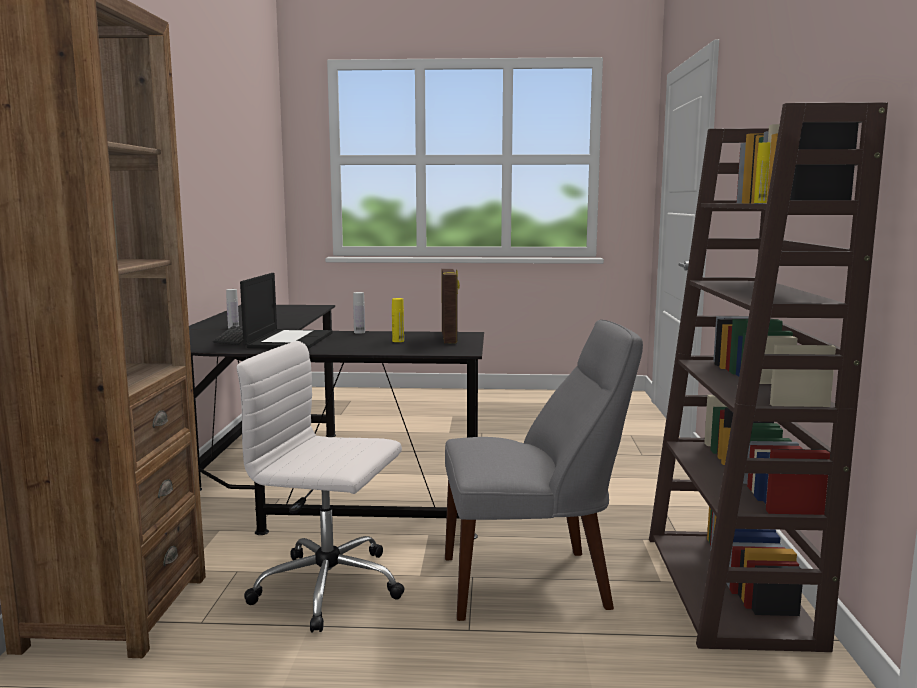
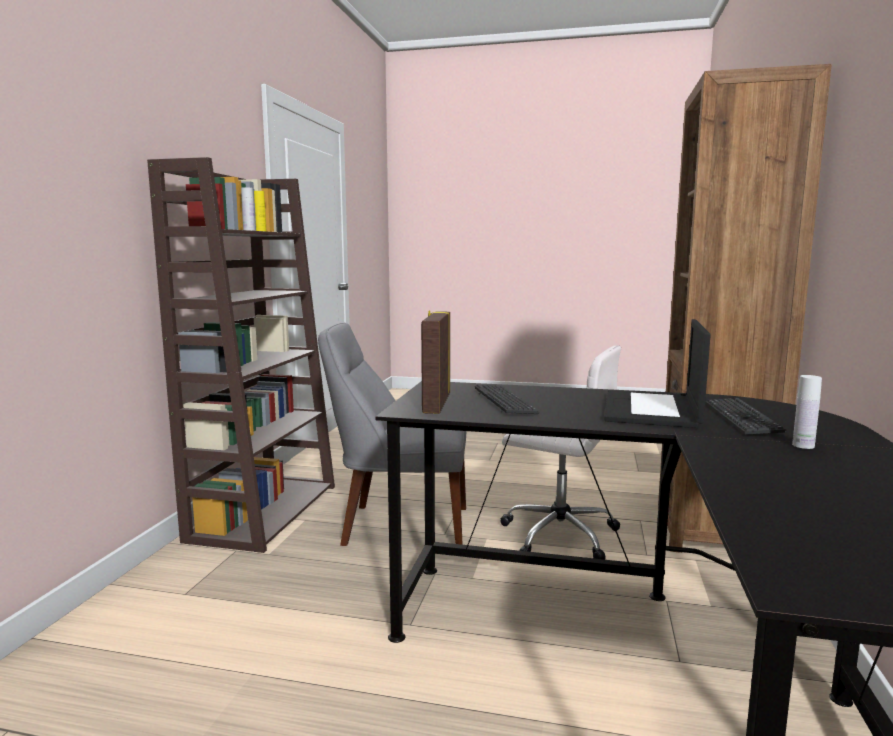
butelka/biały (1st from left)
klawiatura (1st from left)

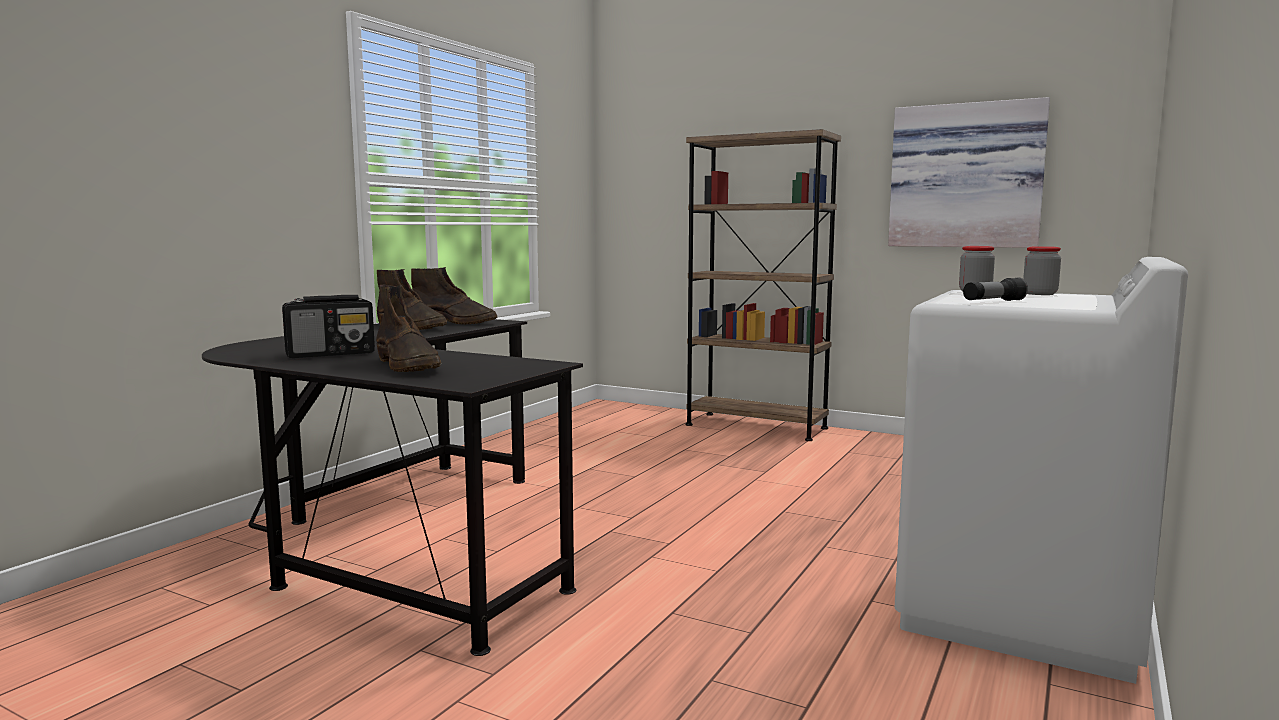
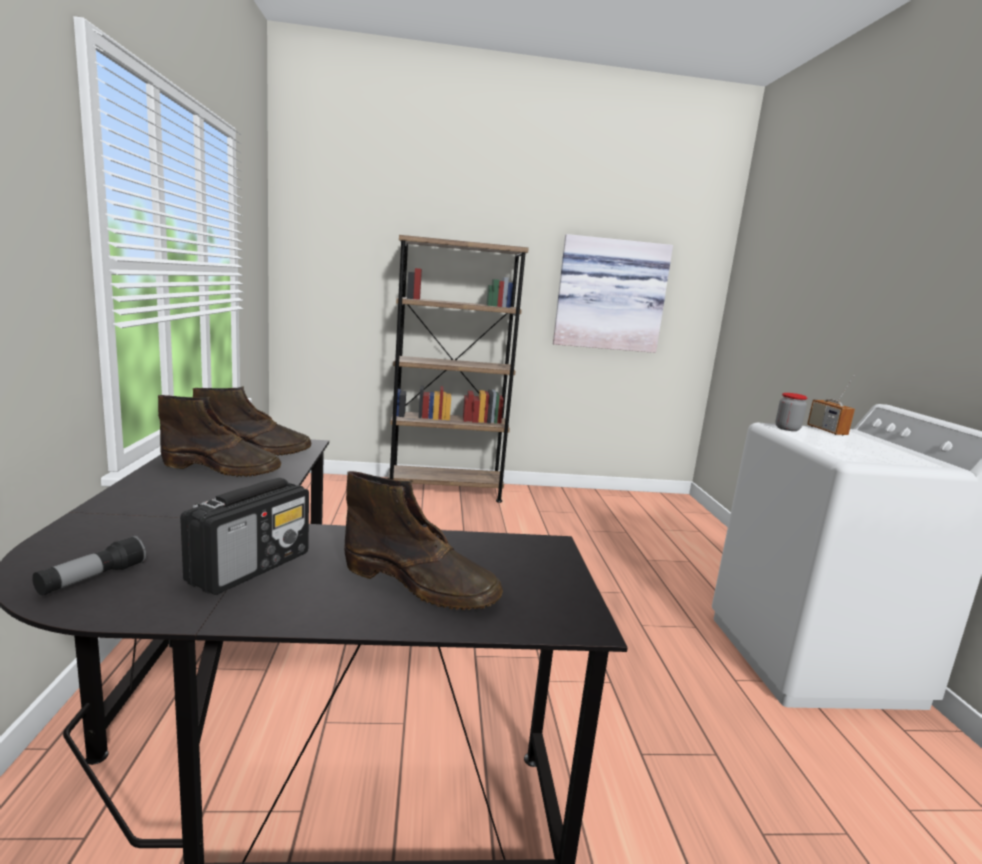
latarka
radio (2nd from left)

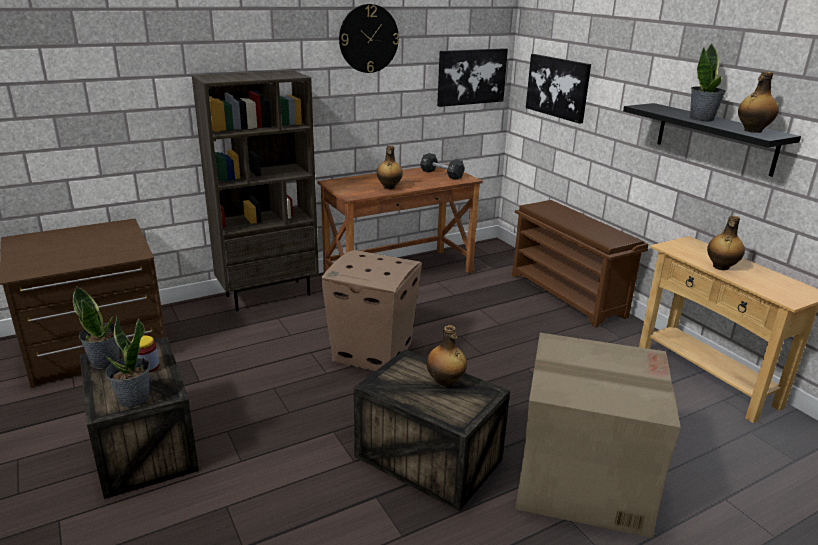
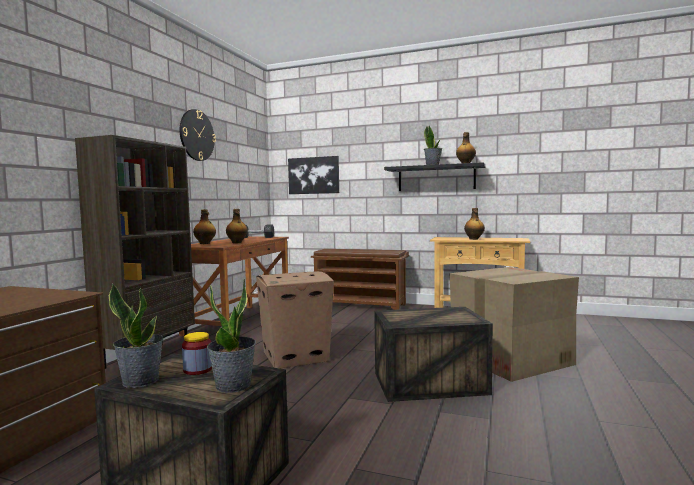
obraz (1st from left in the first image)
butelka (1st from left)

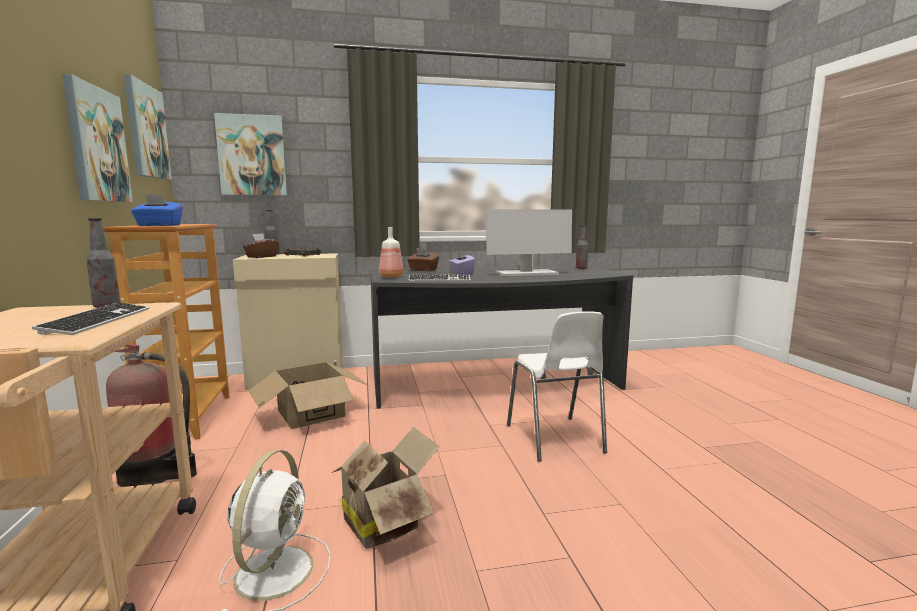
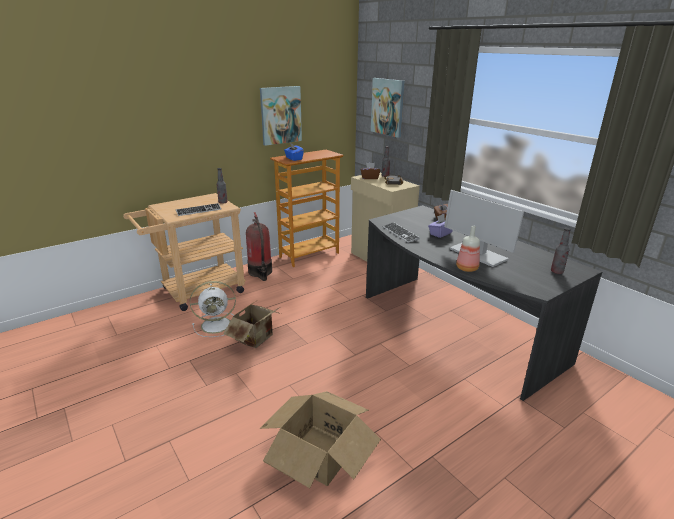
obraz (2nd from left in the first image)
krzesło/biały
karton (2nd from left)
butelka (3rd from left)

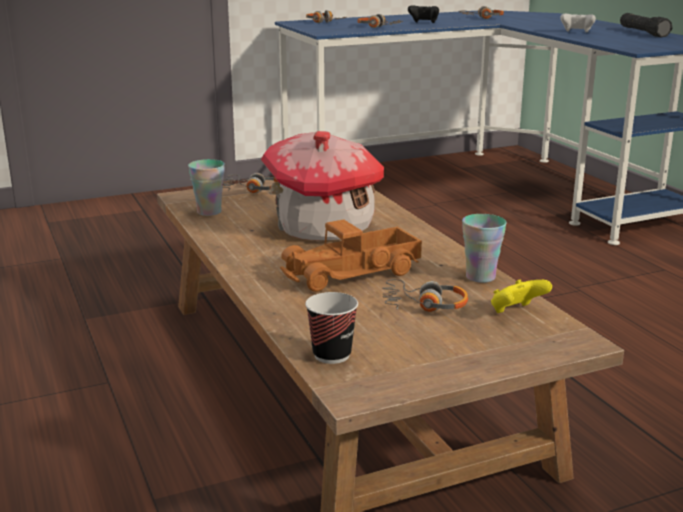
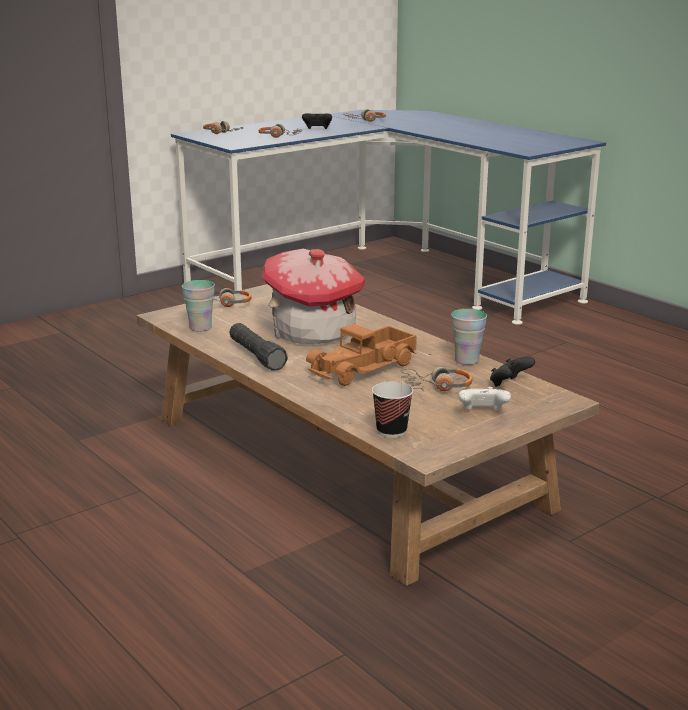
pad do gier/biały
latarka/czarny
pad do gier/czarny (2nd from left)

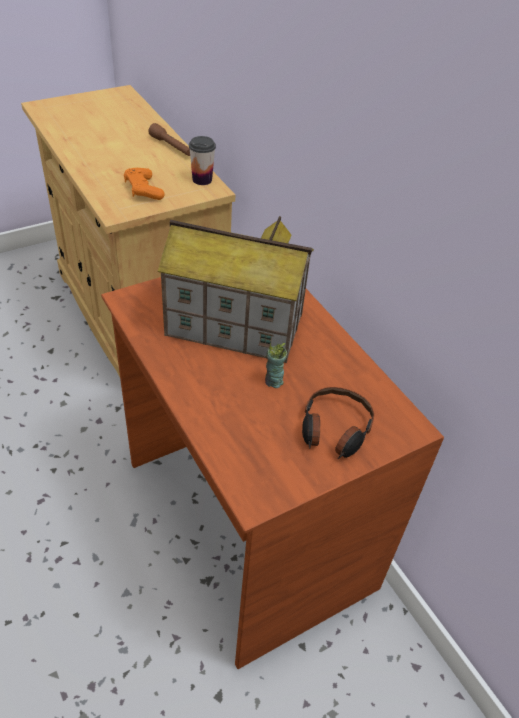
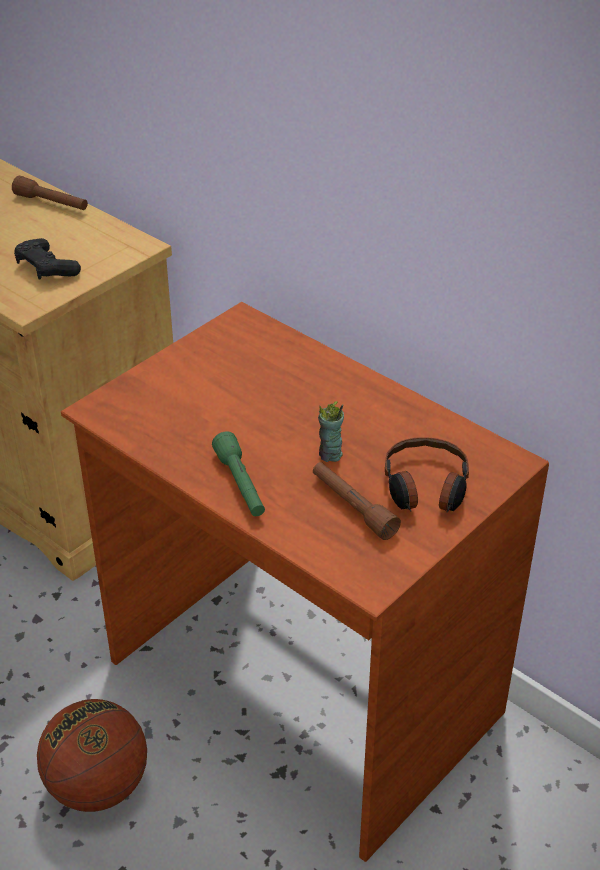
domek
filiżanka (1st from left in the first image)
piłka do koszykówki
latarka/zielony
latarka/brązowy (2nd from left)
pad do gier/czarny

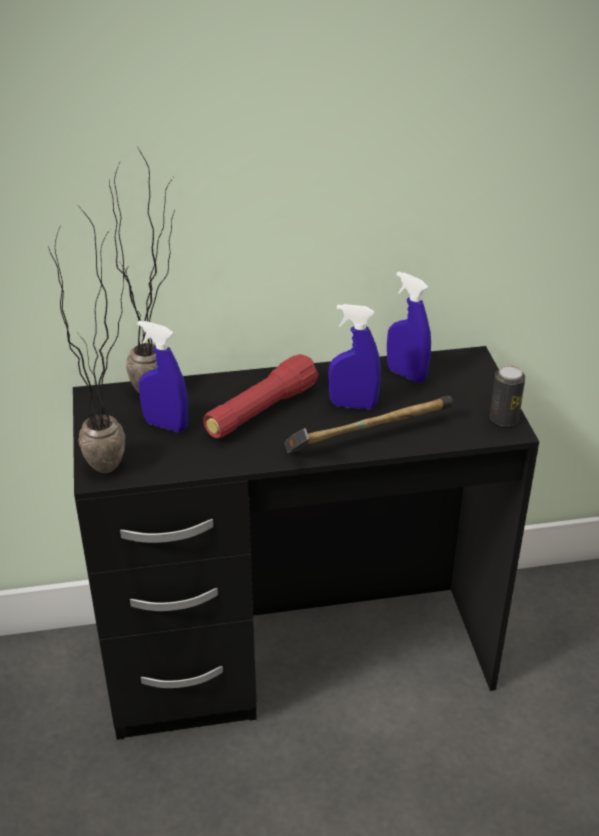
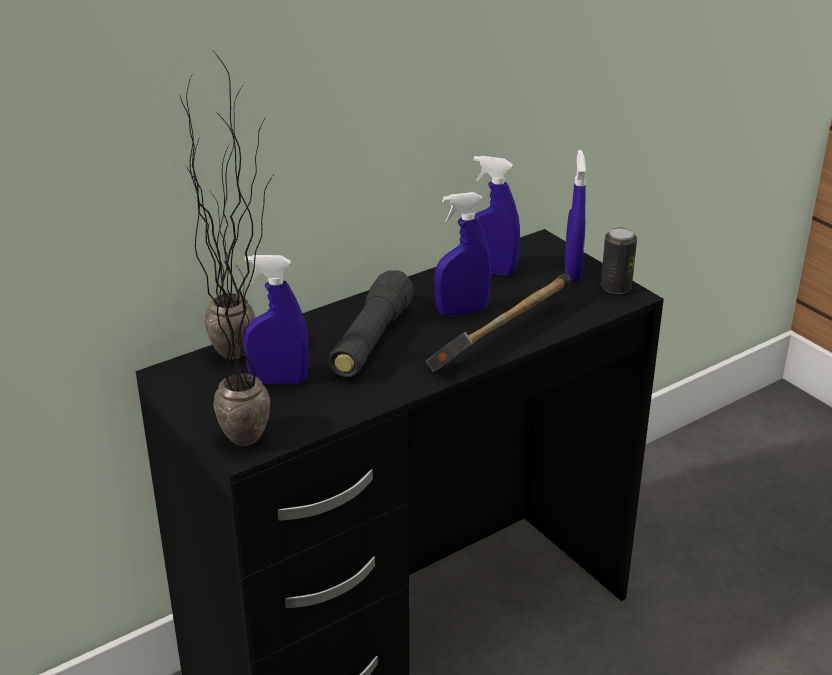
spryskiwacz/niebieski (4th from left)
latarka/czarny

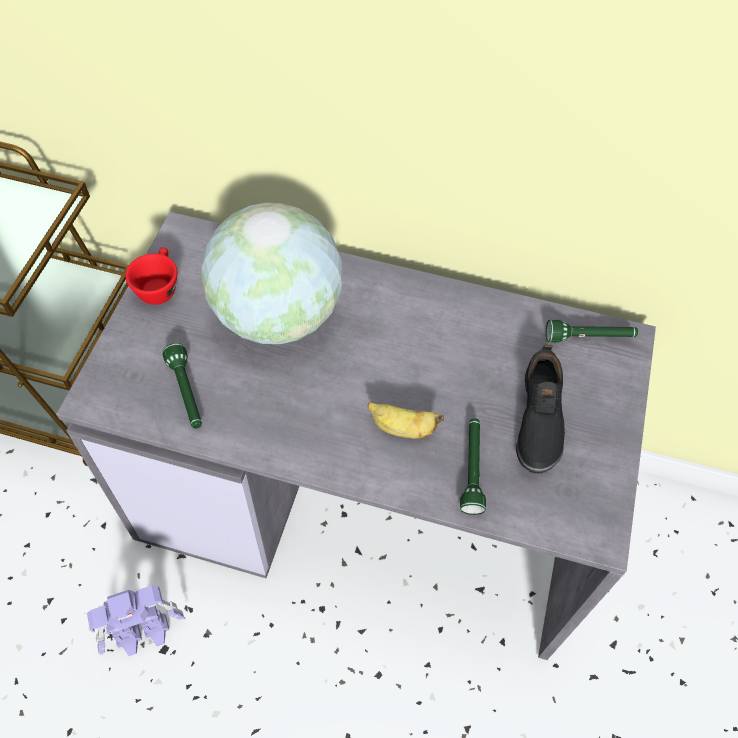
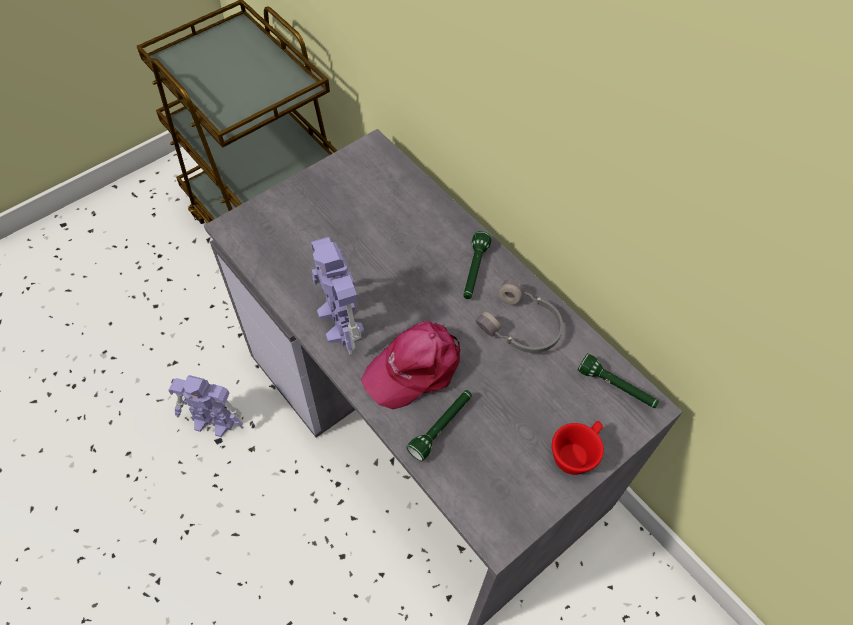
globus
but/czarny
robot zabawkowy (2nd from left)
słuchawki/szary
filiżanka/czerwony
latarka/zielony (2nd from left)
czapka z daszkiem/różowy

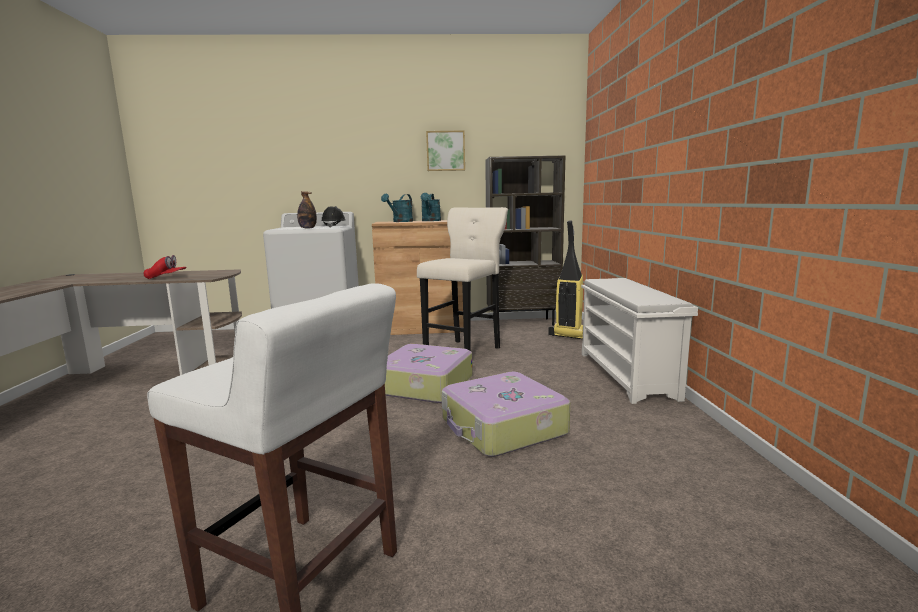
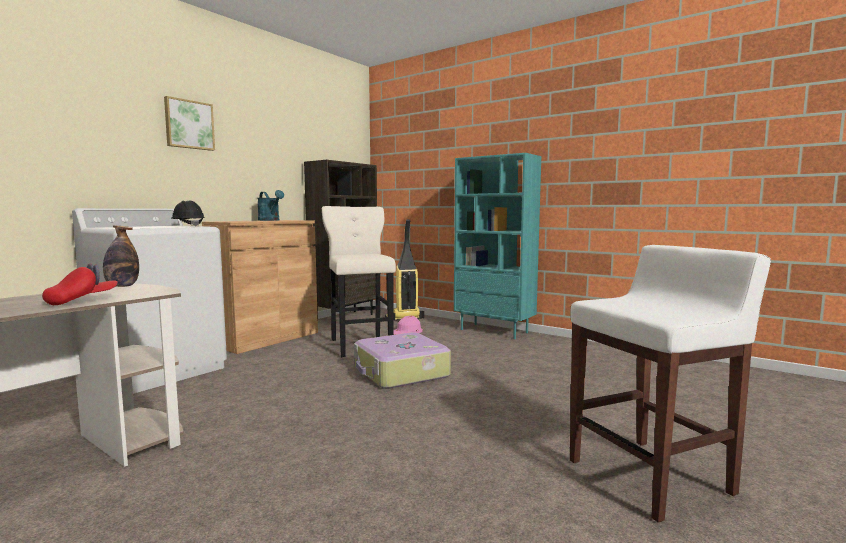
konewka/turkusowy (1st from left in the first image)
walizka (2nd from left in the first image)
kask/różowy
butelka
obraz
regał/turkusowy

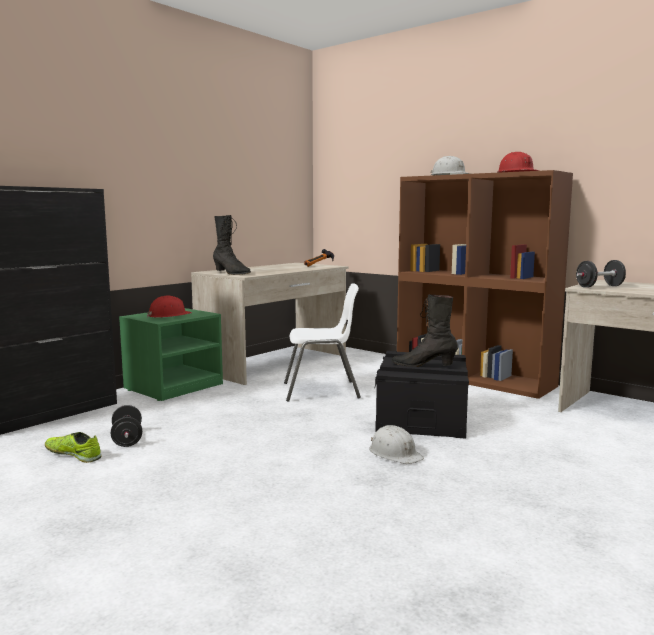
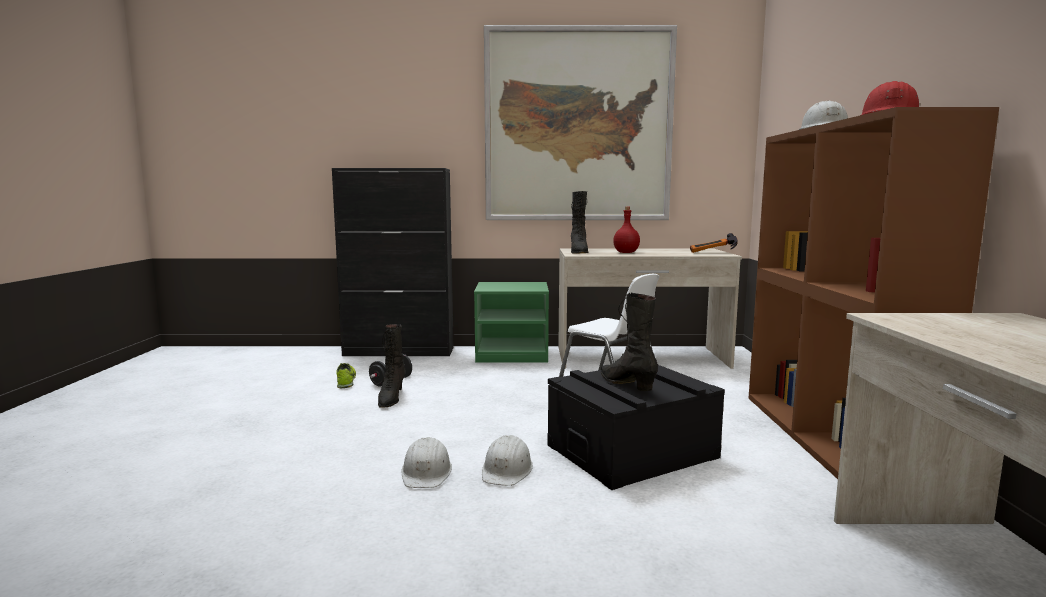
kask/czerwony (1st from left in the first image)
hantel/czarny (2nd from left in the first image)
but z cholewką/czarny (1st from left)
kask/biały (1st from left)
obraz
butelka/czerwony

